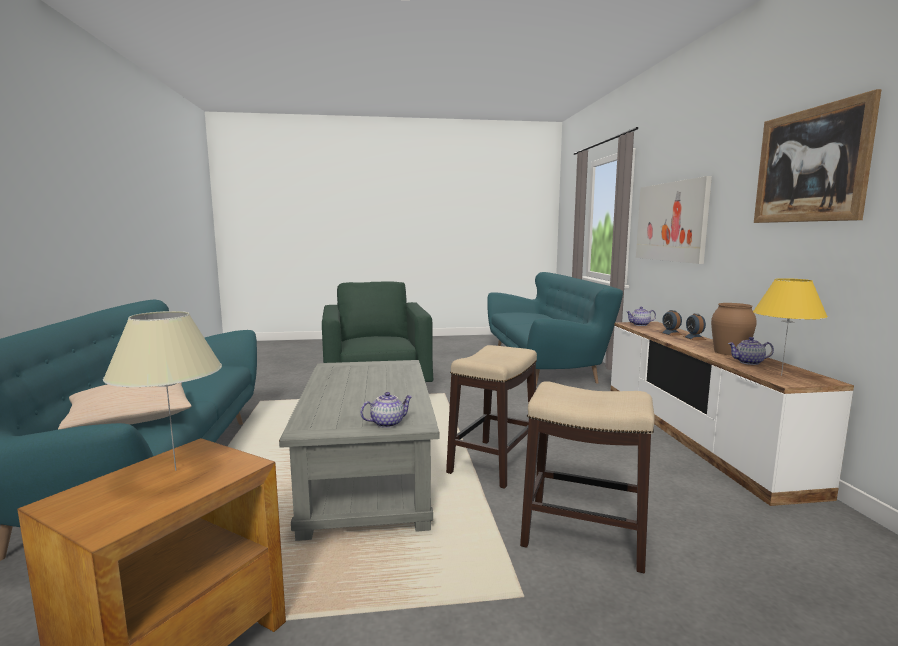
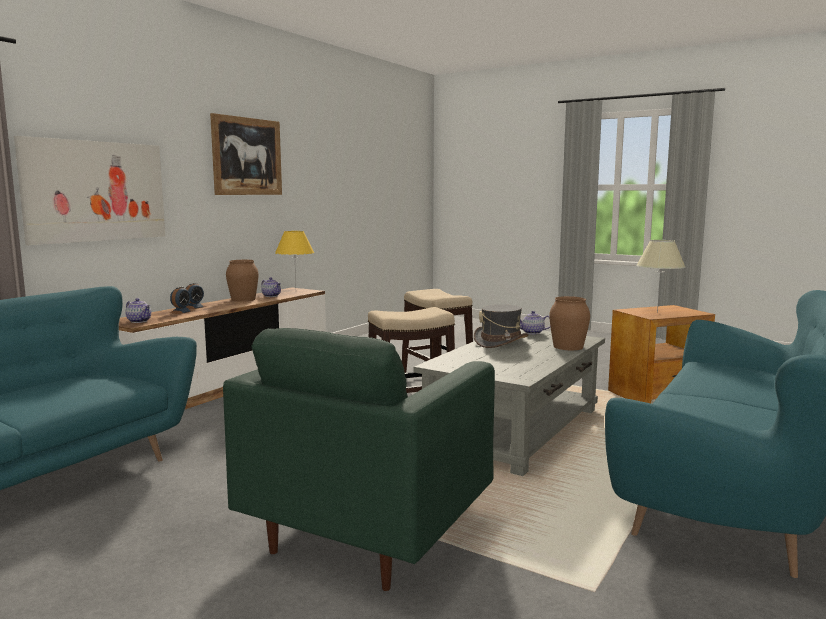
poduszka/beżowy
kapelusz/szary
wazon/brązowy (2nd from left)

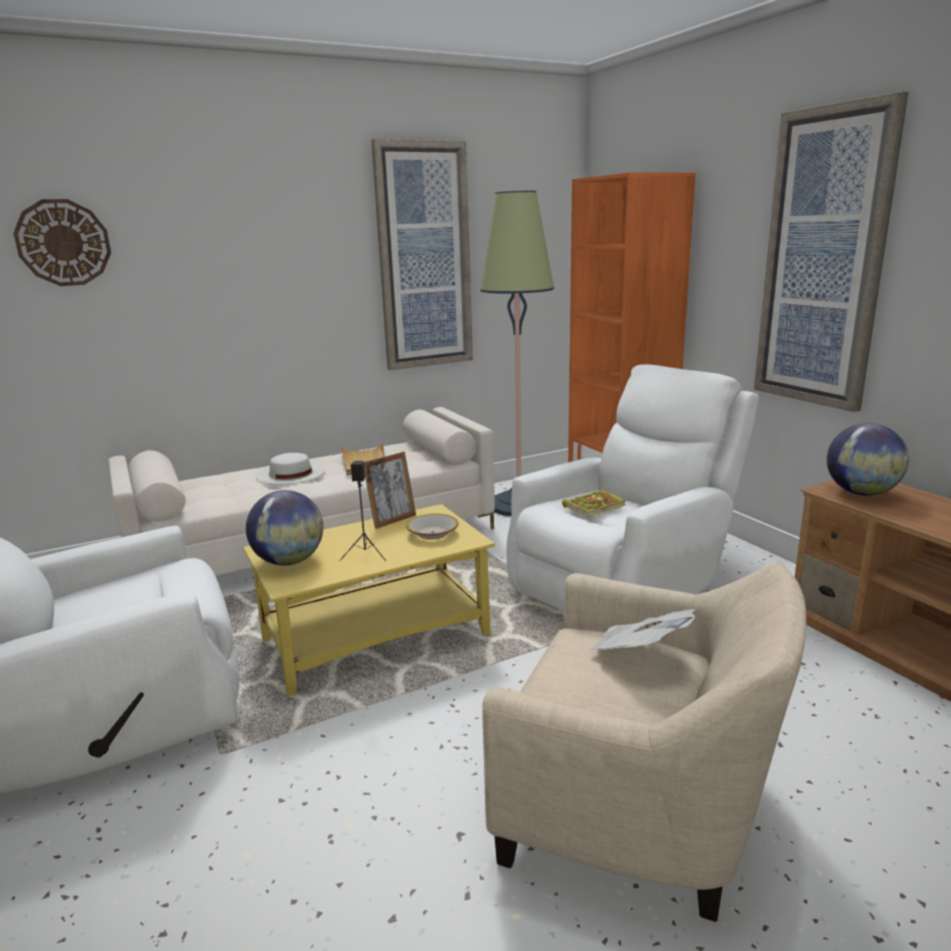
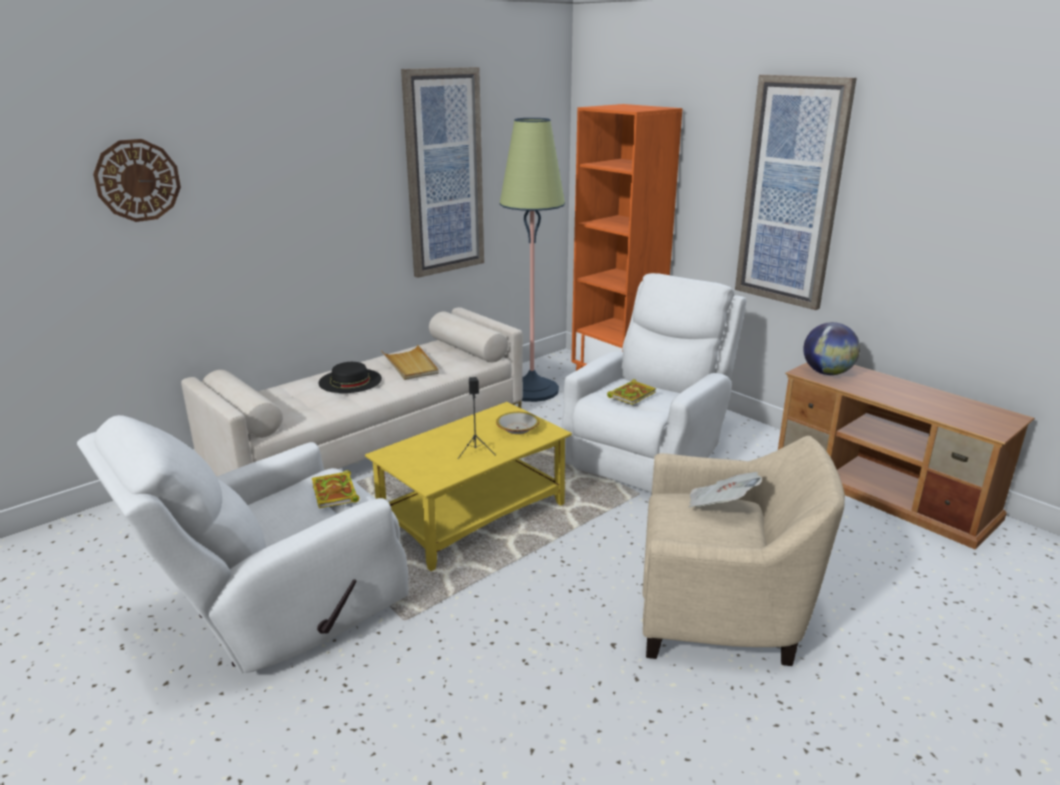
globus (1st from left in the first image)
ramka na zdjęcie
książka (1st from left)
kapelusz/czarny

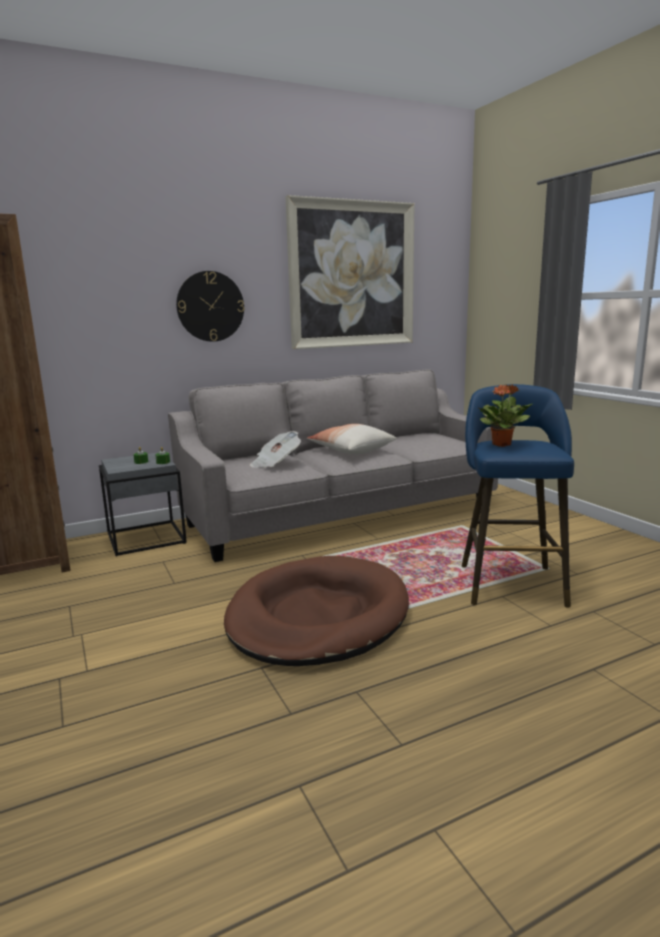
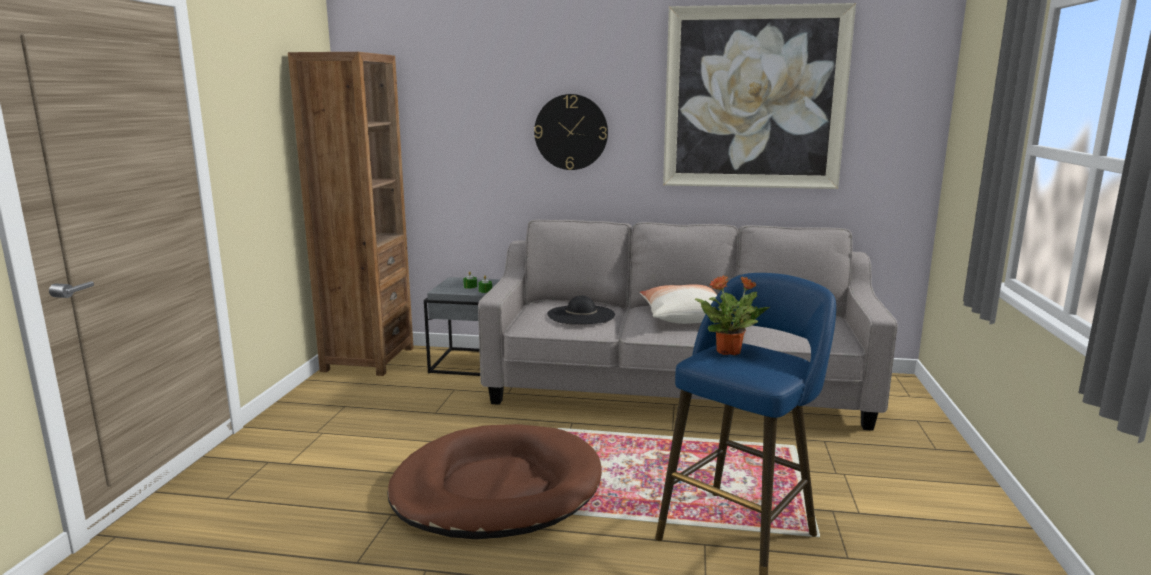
kapelusz/czarny

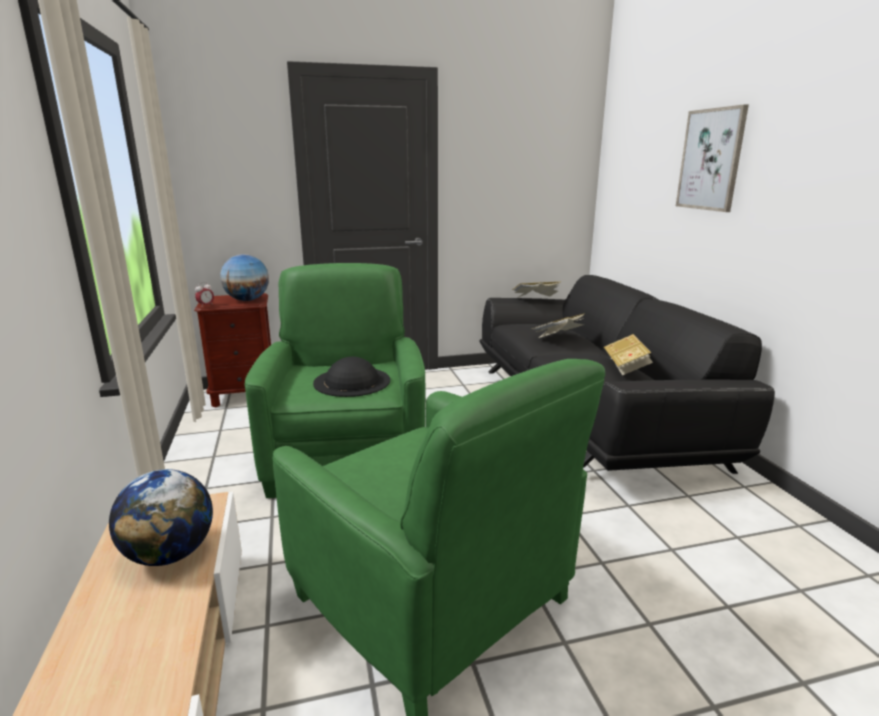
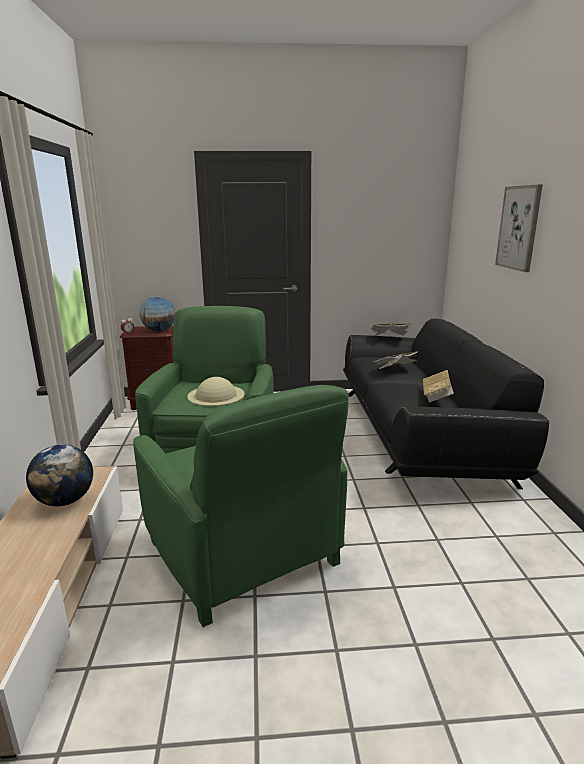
kapelusz/beżowy

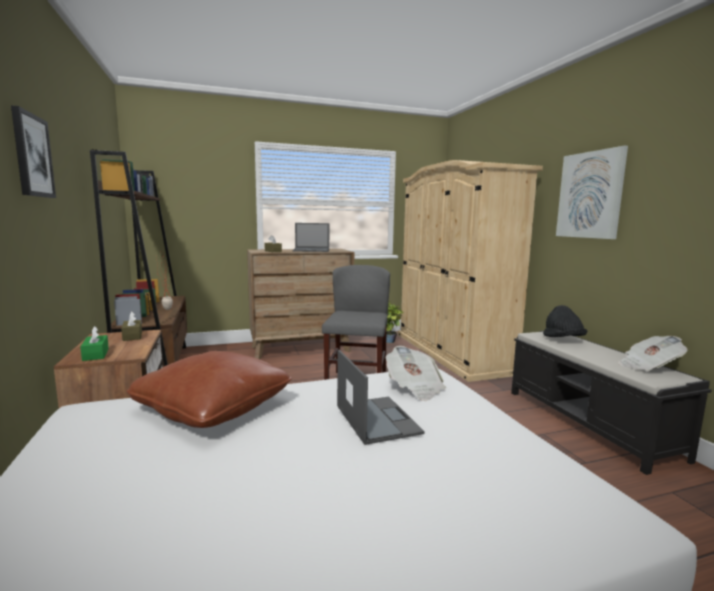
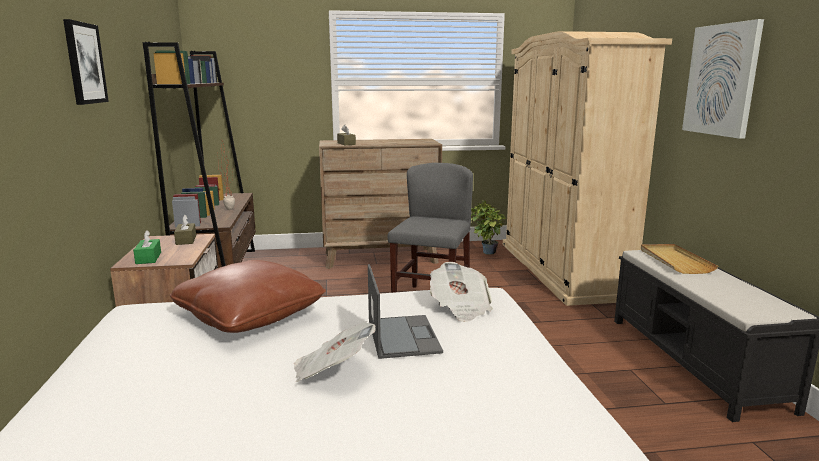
laptop (1st from left in the first image)
gazeta (1st from left)
taca/beżowy

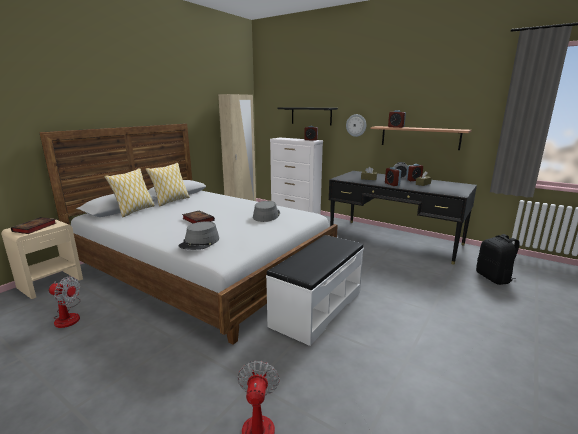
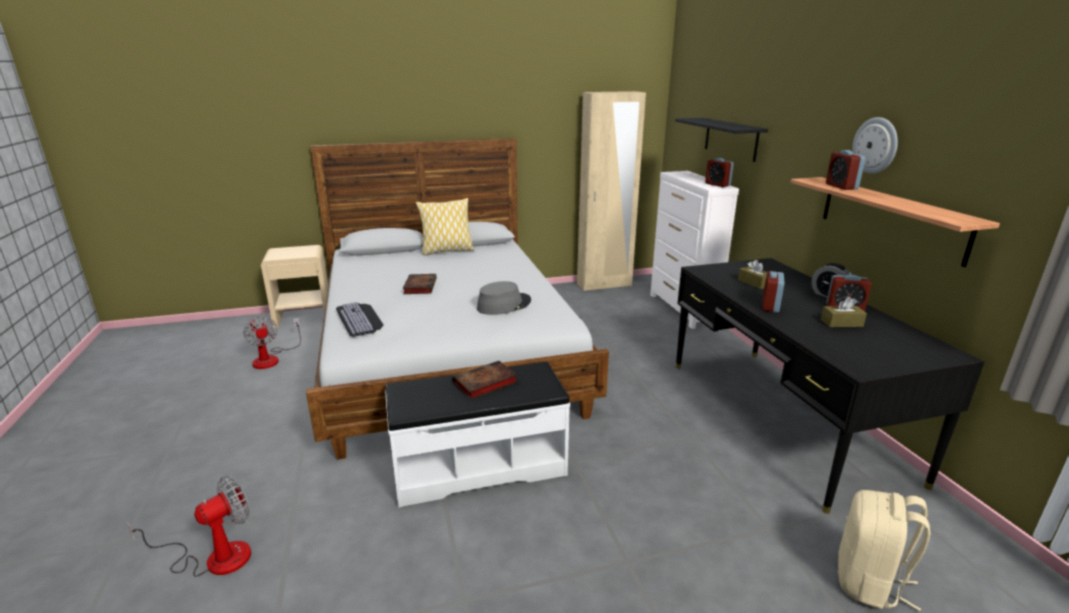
poduszka (1st from left in the first image)
książka (2nd from left)
zegar ścienny
klawiatura
plecak/beżowy

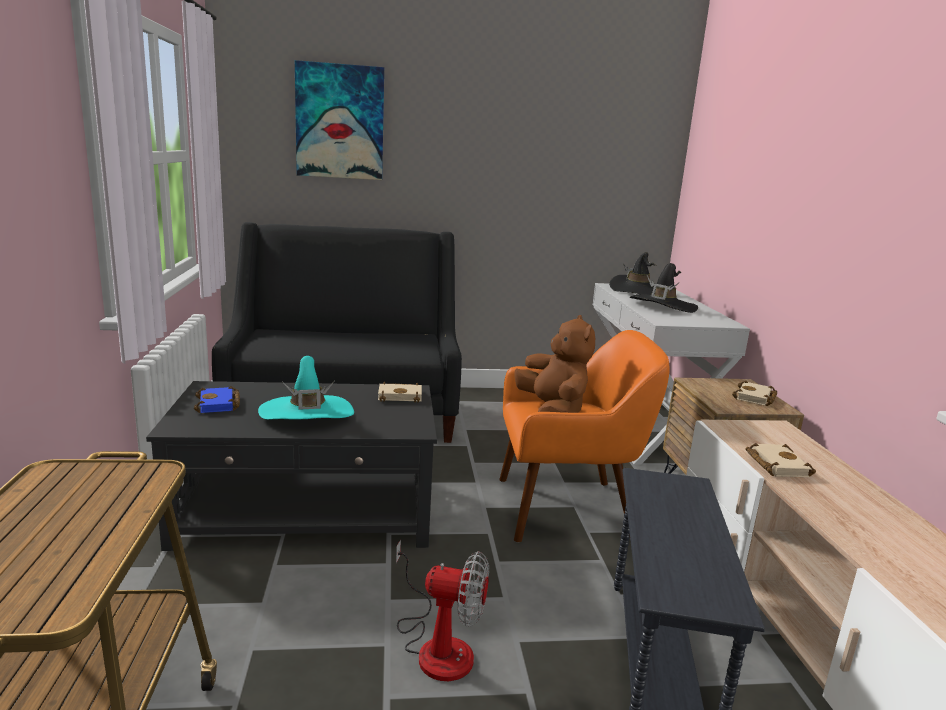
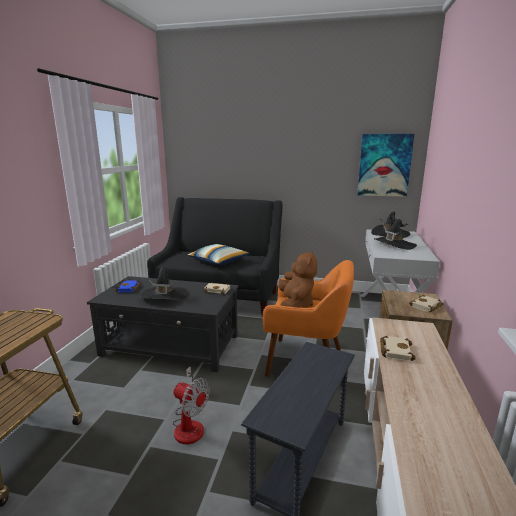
poduszka
obraz
kapelusz/czarny (1st from left)

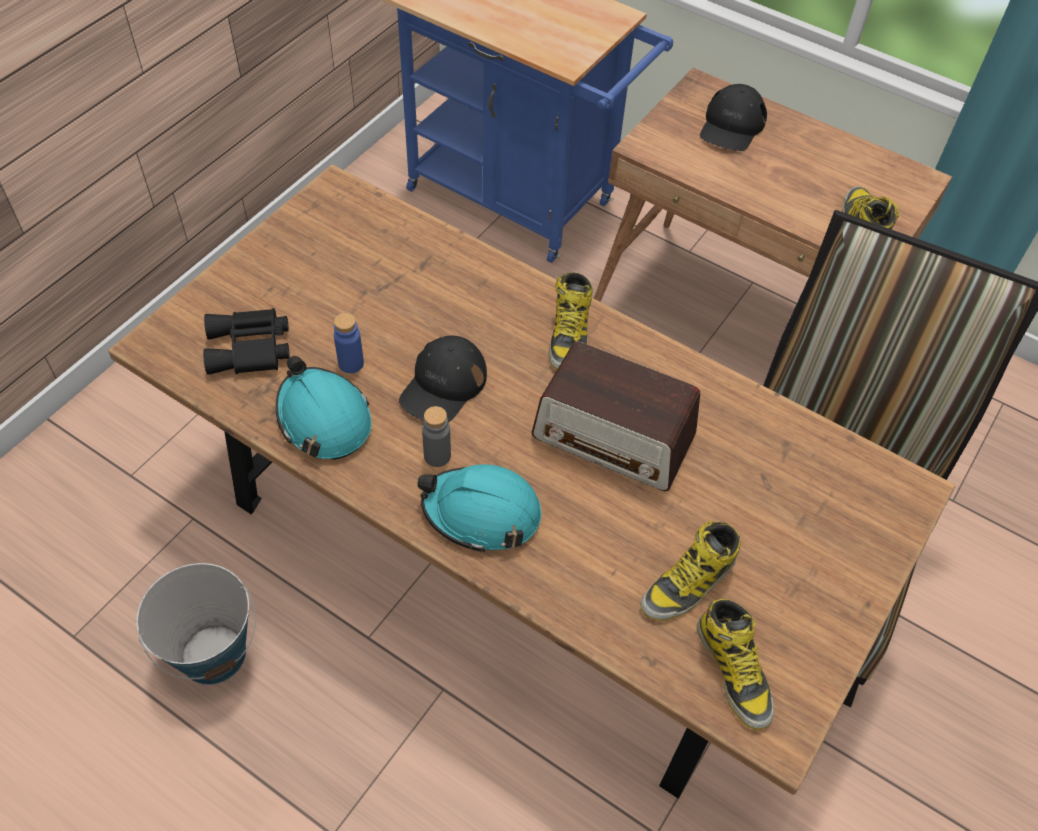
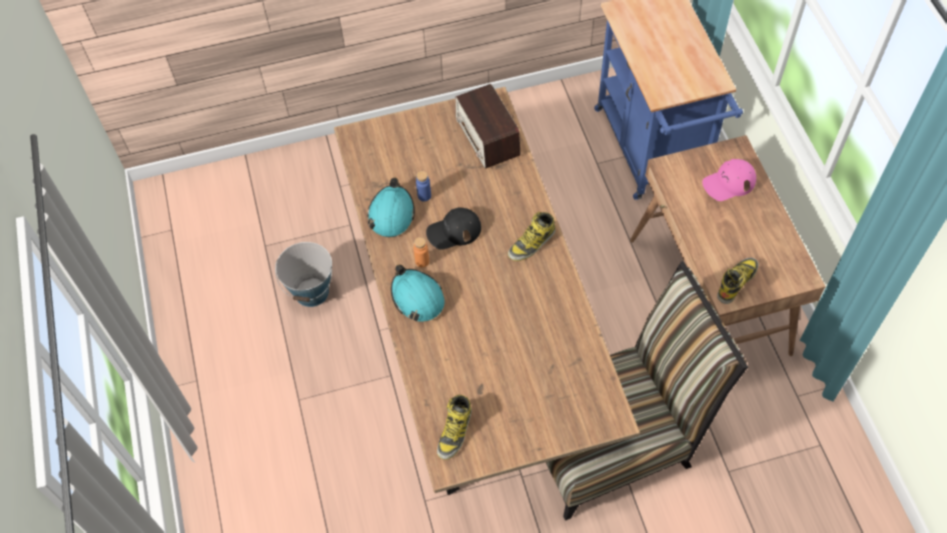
lornetka/czarny
but z cholewką (2nd from left in the first image)
radio
butelka/pomarańczowy
czapka z daszkiem/różowy

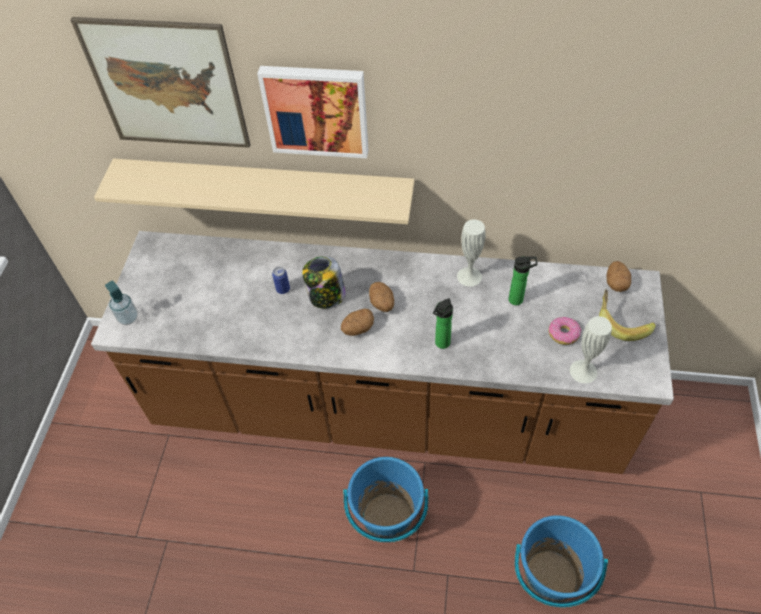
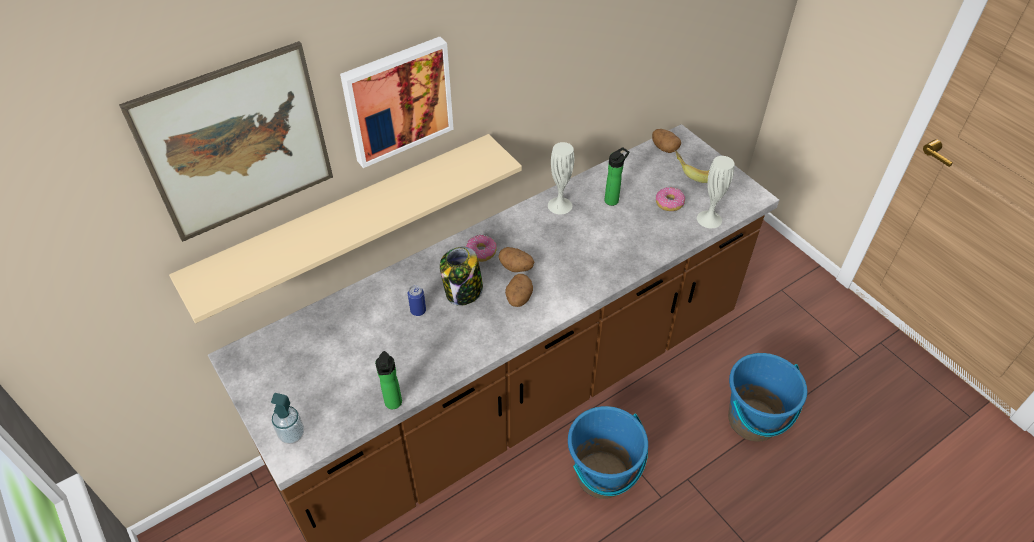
donut (1st from left)
butelka (1st from left)

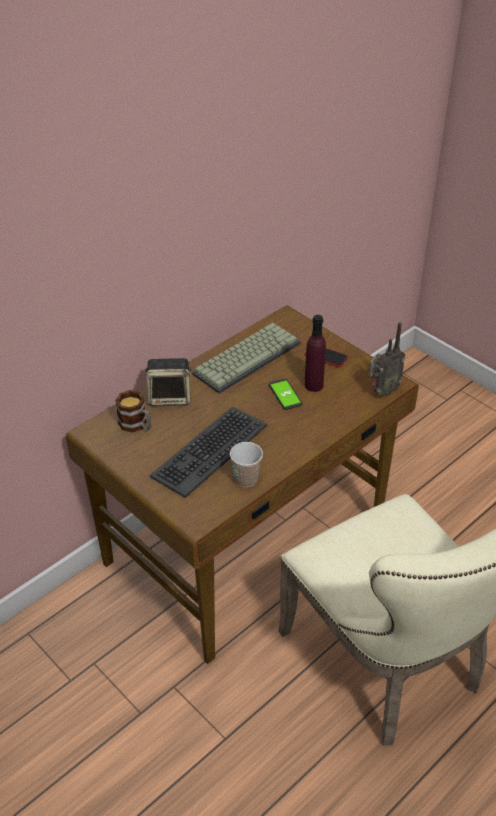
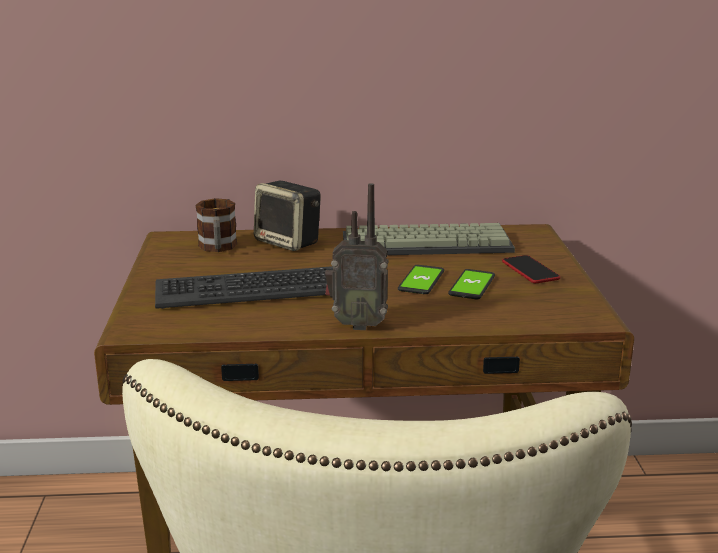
filiżanka
radio
telefon (2nd from left)

